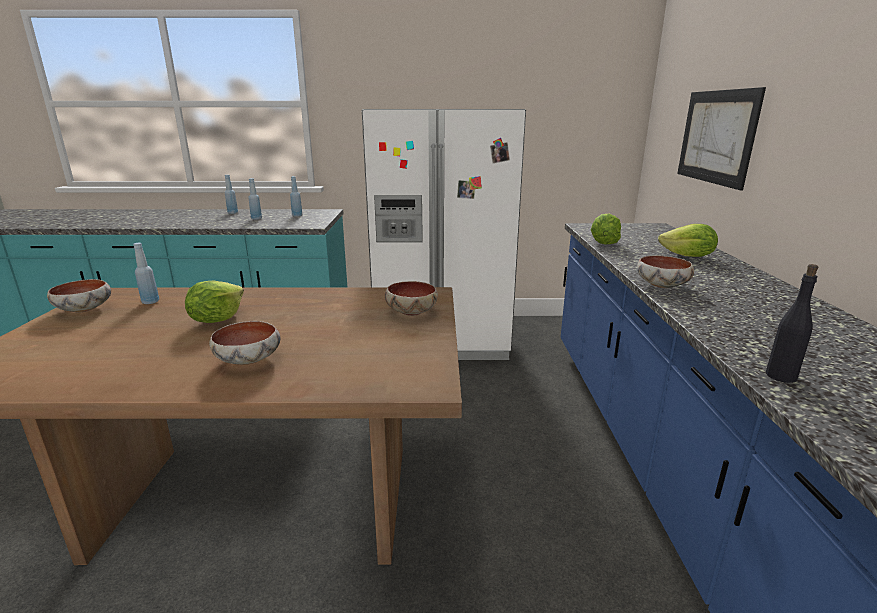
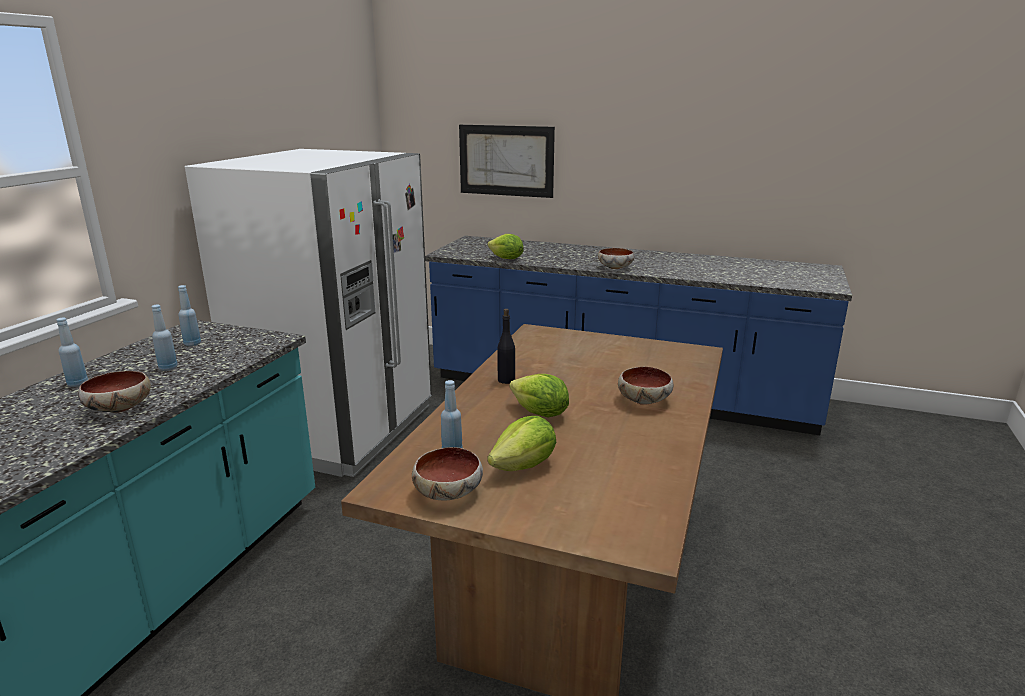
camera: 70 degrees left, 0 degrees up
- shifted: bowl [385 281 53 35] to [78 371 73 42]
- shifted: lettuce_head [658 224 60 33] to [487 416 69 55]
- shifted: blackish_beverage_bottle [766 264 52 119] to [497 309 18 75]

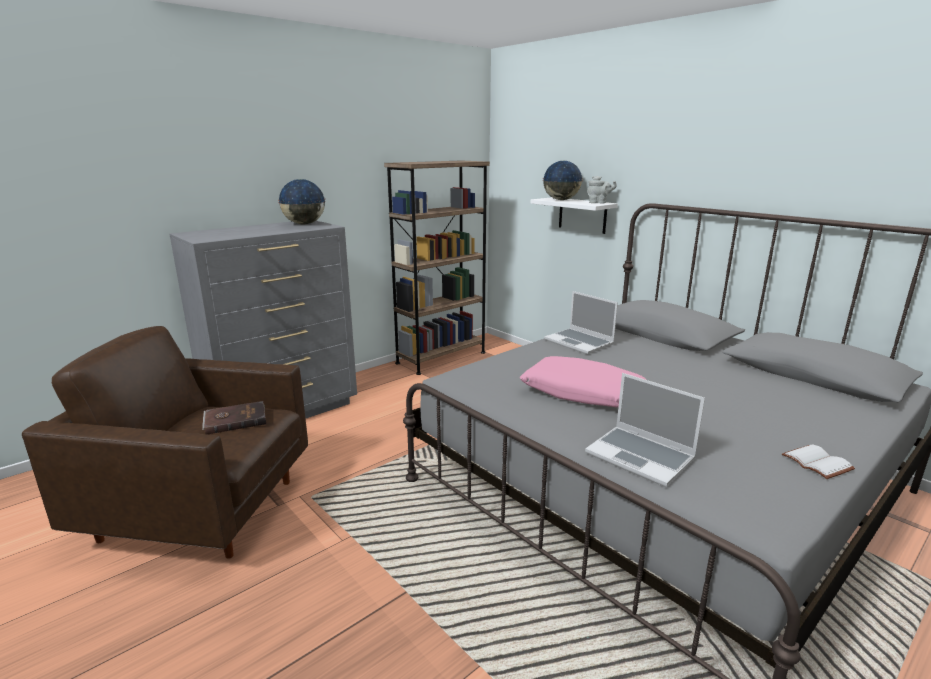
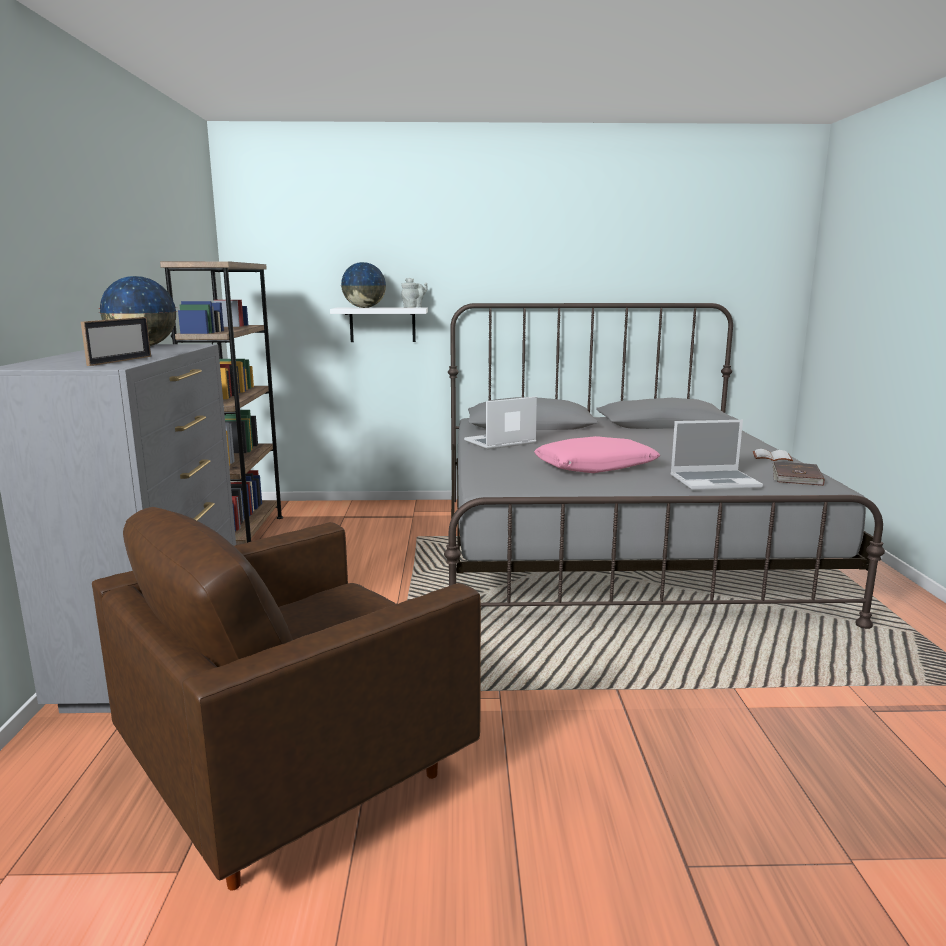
camera: 50 degrees left, 5 degrees down
- new: standing_frame [81 317 70 49]
- rotated: portable_computer [544 291 74 63] = [464 396 73 54] 150 degrees clockwise
- shifted: brown-coloured_book [202 401 64 34] to [773 461 52 25]

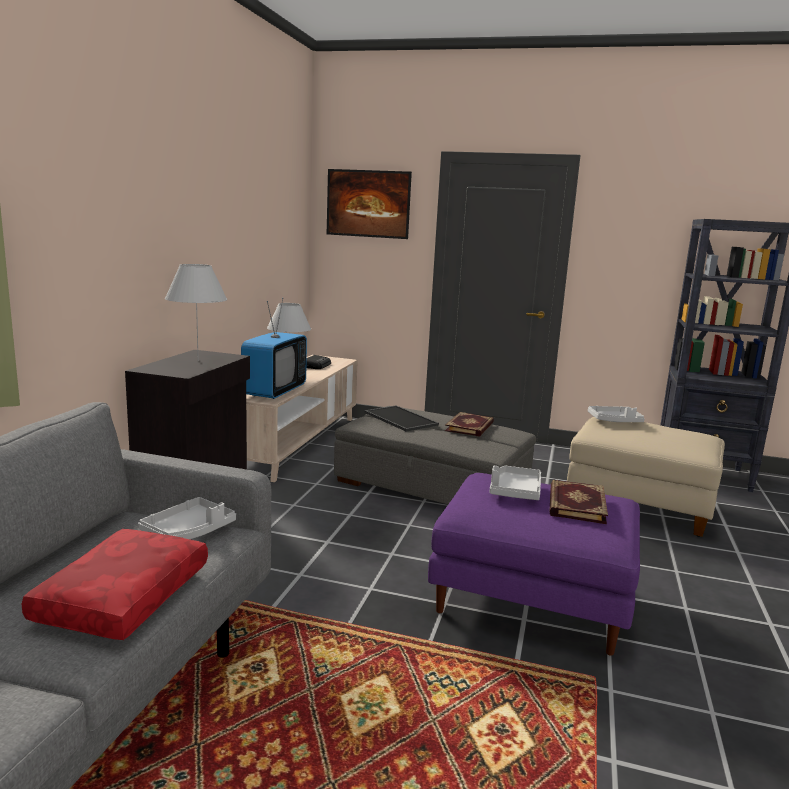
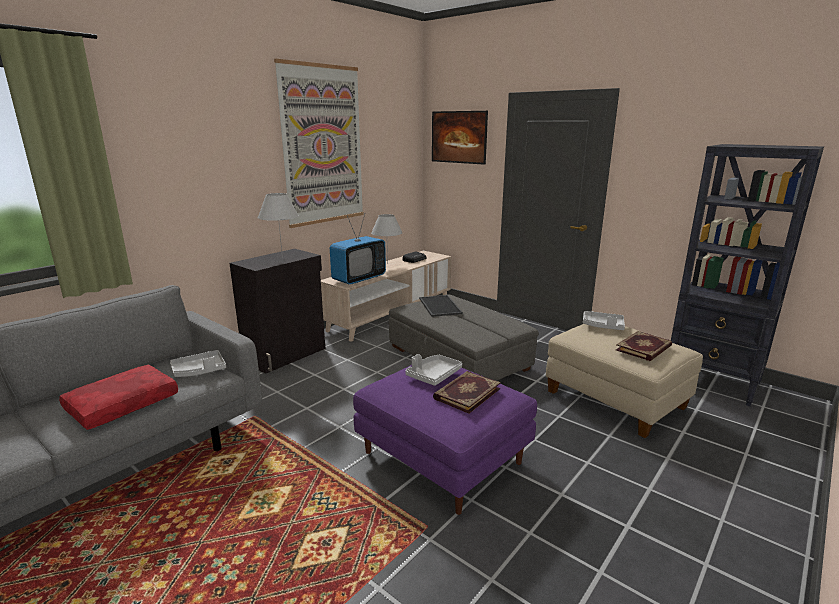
camera: 25 degrees right, 5 degrees up
- new: picture [274 59 89 169]
- shifted: book [445 412 49 24] to [616 331 56 30]

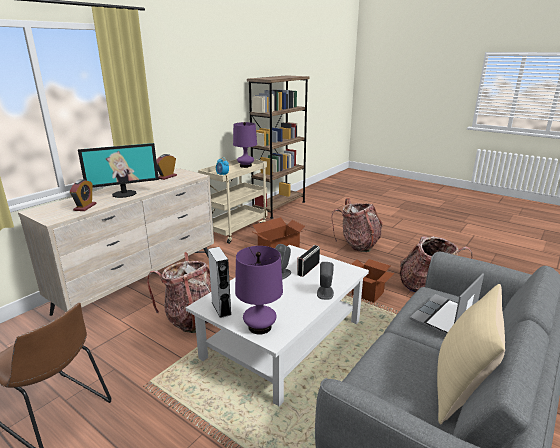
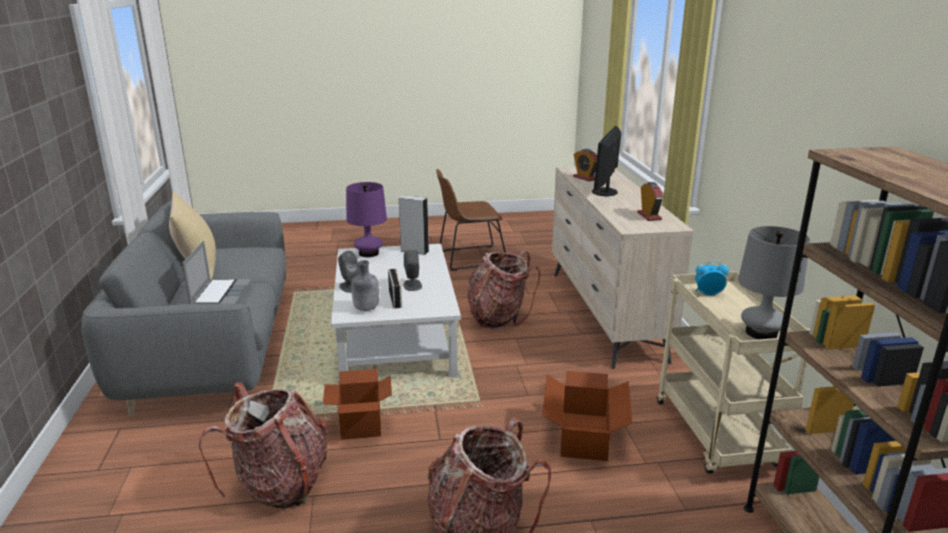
camera: 135 degrees right, 0 degrees up
- new: gray_beverage_bottle [351 260 28 51]
- repainted: purplish_table_lamp [233 122 24 46] to gray_table_lamp [738 226 72 113]

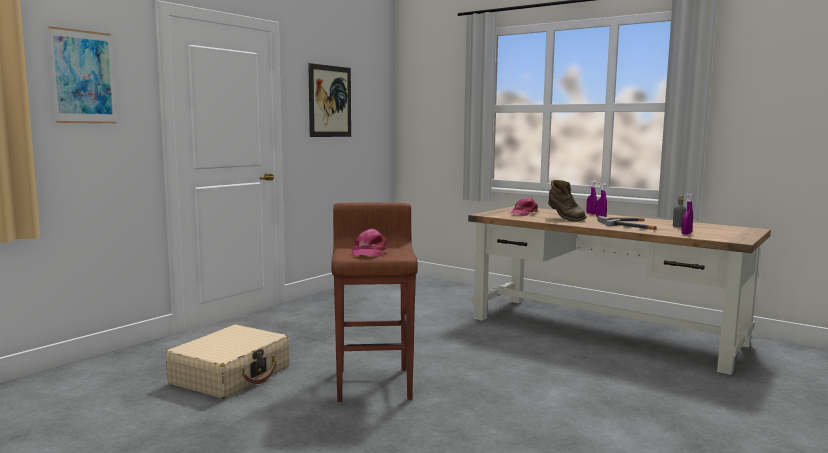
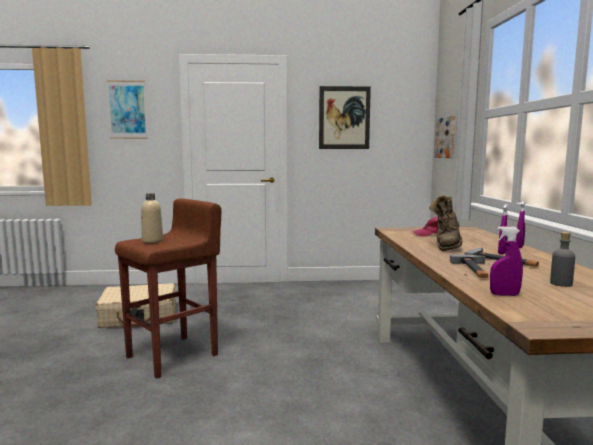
camera: 50 degrees right, 0 degrees up
- swapped: pink_baseball_cap [351 228 37 30] to beige_beverage_bottle [141 193 22 50]
- new: picture [434 116 22 42]

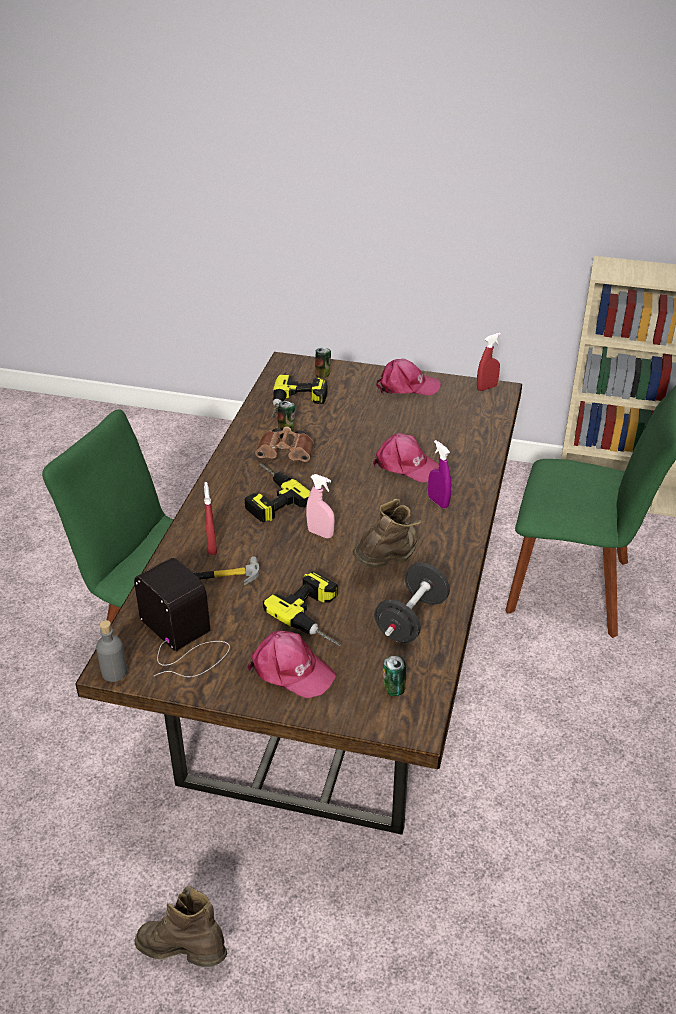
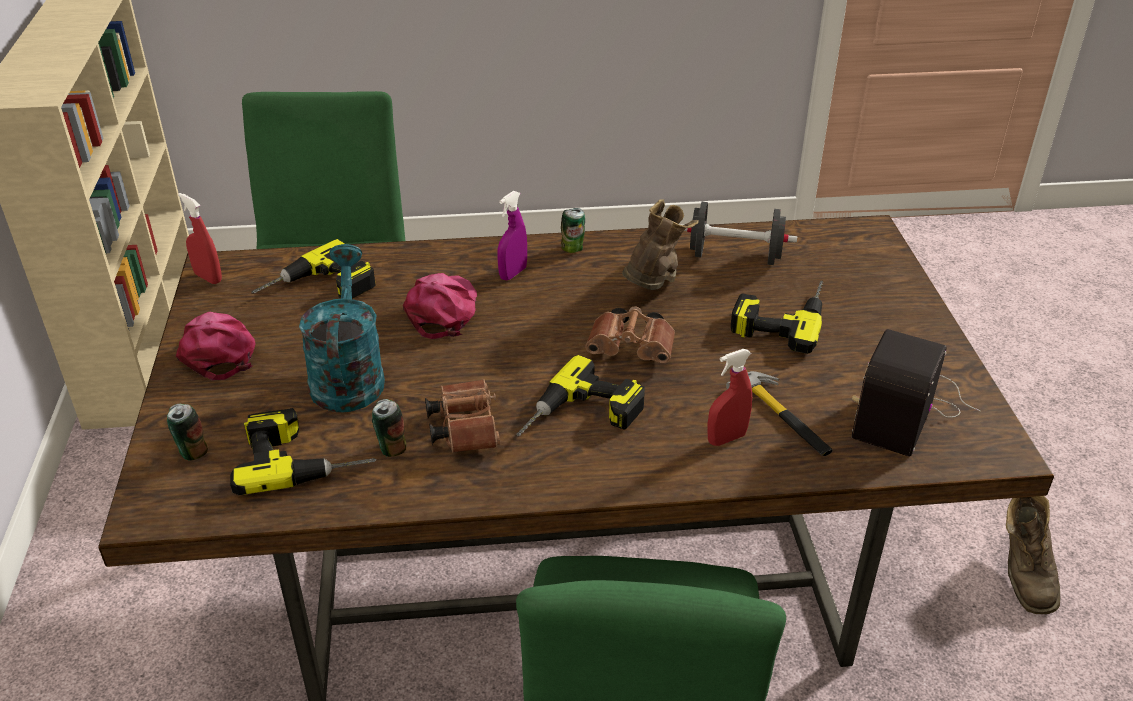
camera: 110 degrees left, 0 degrees up
- new: electric_drill [251 239 125 60]
- new: blue-green_watering_can [299 244 86 169]
- shifted: sealed_can [383 656 23 40] to [561 208 24 45]
- swapped: pink_sprayer [306 474 29 64] to brown-coloured_field_glasses [585 306 90 57]
- rotated: brown-coloured_high-top_boot [353 499 69 69] = [622 199 76 91] 90 degrees clockwise
- gone: gray_beverage_bottle [96 620 31 62]
- gone: pink_baseball_cap [248 631 88 67]

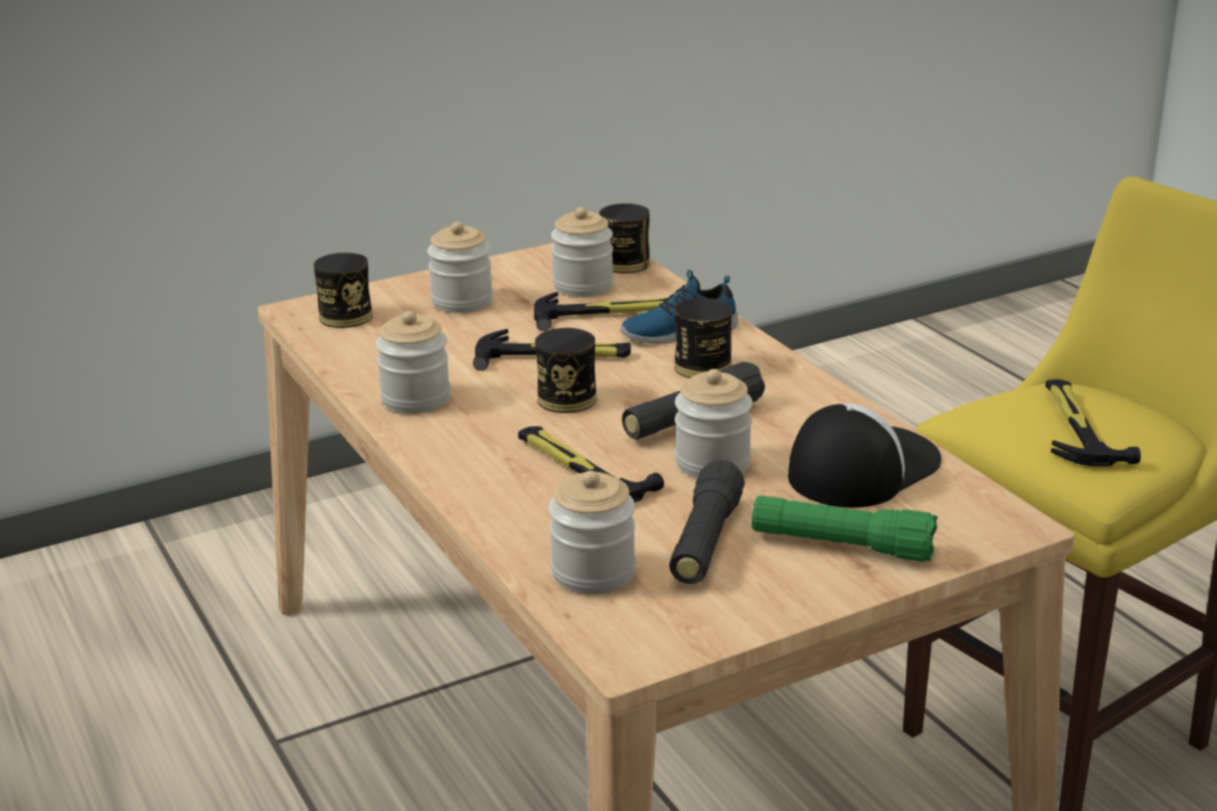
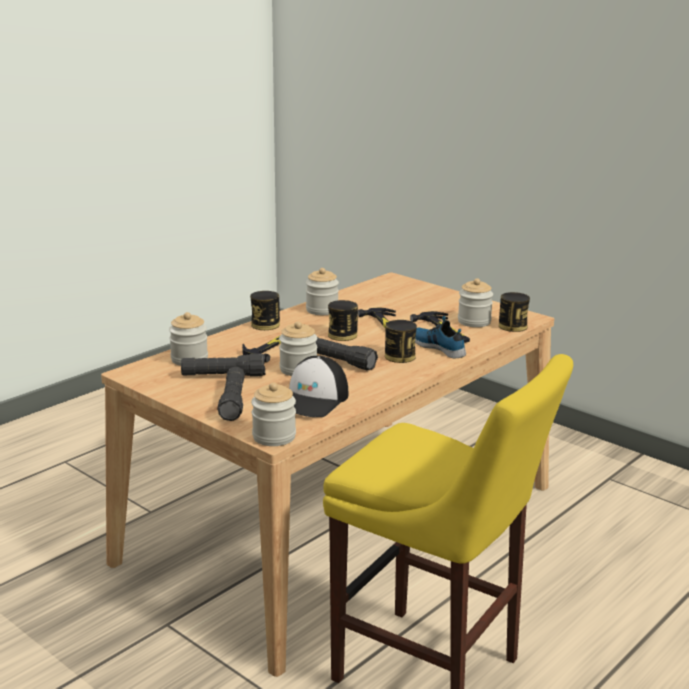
camera: 70 degrees right, 5 degrees down
- repainted: greenish_flashlight [752 495 186 67] to blackish_flashlight [217 367 28 54]
- shifted: sealed_can [314 253 59 75] to [250 291 30 39]
- shifted: storage_jar [427 222 66 91] to [251 382 45 64]
- rotated: baseball_cap [788 404 153 104] = [289 356 59 61] 90 degrees clockwise
- gone: hammer [1045 379 96 87]

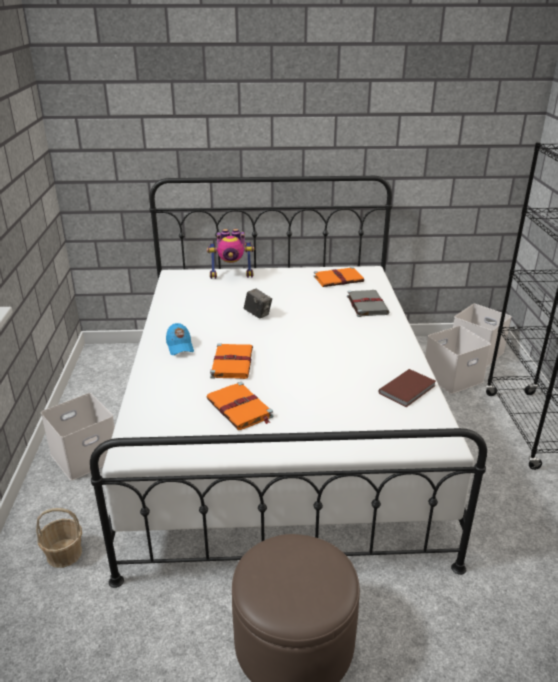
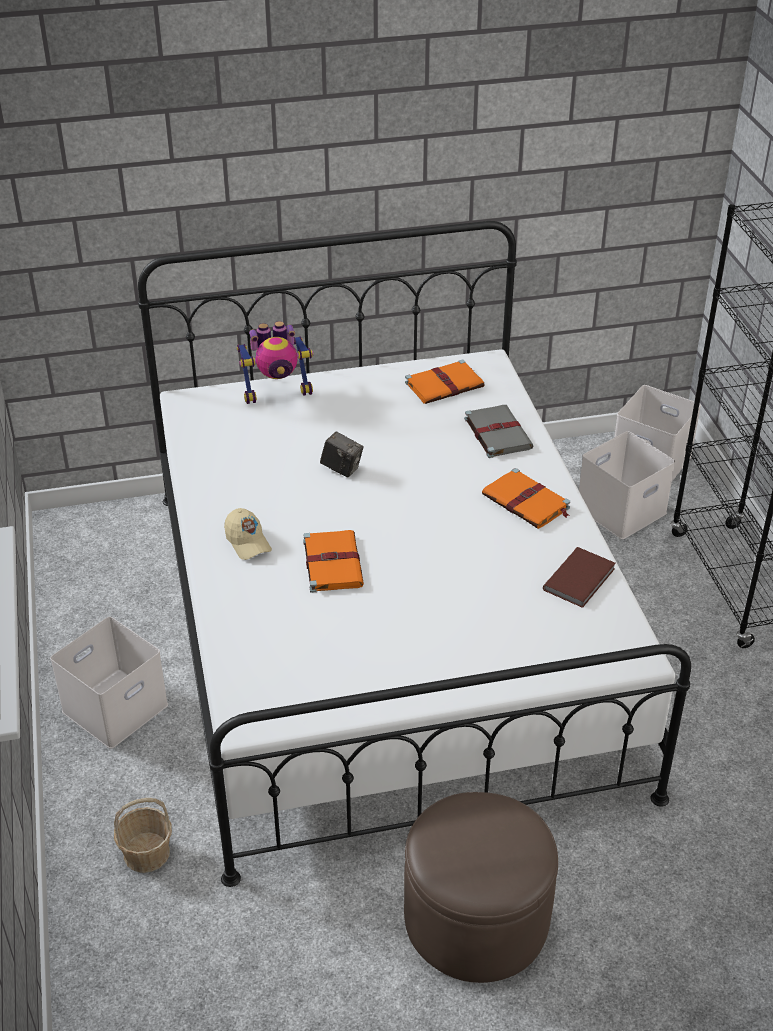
camera: 10 degrees left, 10 degrees up
- repainted: blue_baseball_cap [166 323 28 32] to beige_baseball_cap [224 508 48 52]
- shifted: orangey_book [207 382 67 48] to [482 468 88 61]

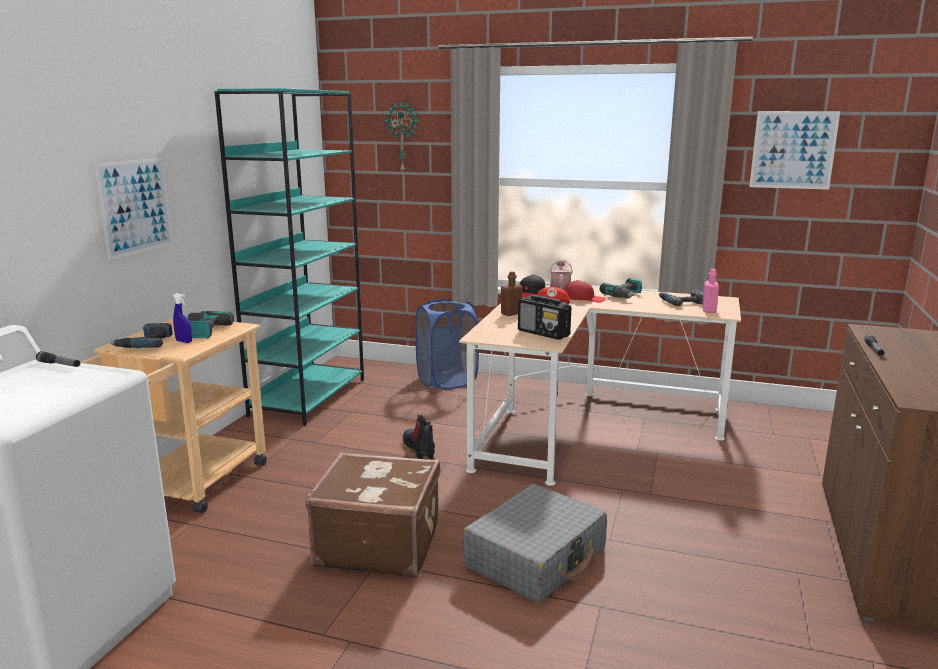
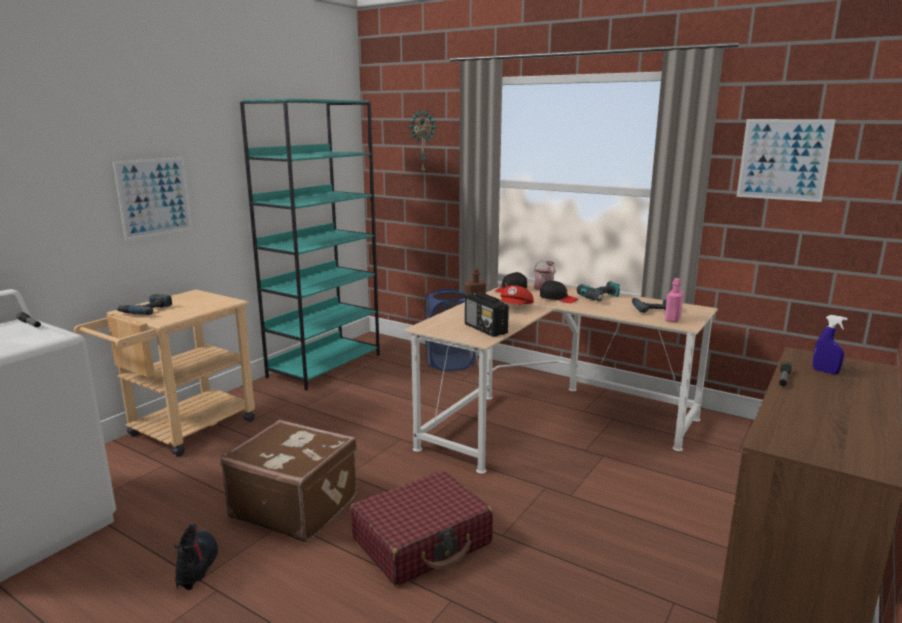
camera: 15 degrees right, 0 degrees up
- shifted: high-top_boot [403 415 32 44] to [174 524 44 66]
- repainted: gray_travel_case [462 484 145 119] to red_travel_case [350 471 143 115]
- repainted: red_baseball_cap [565 280 41 23] to blackish_baseball_cap [540 280 38 23]
- shifted: blue_sprayer [173 293 19 50] to [813 315 34 59]
- gone: electric_drill [186 311 48 27]

